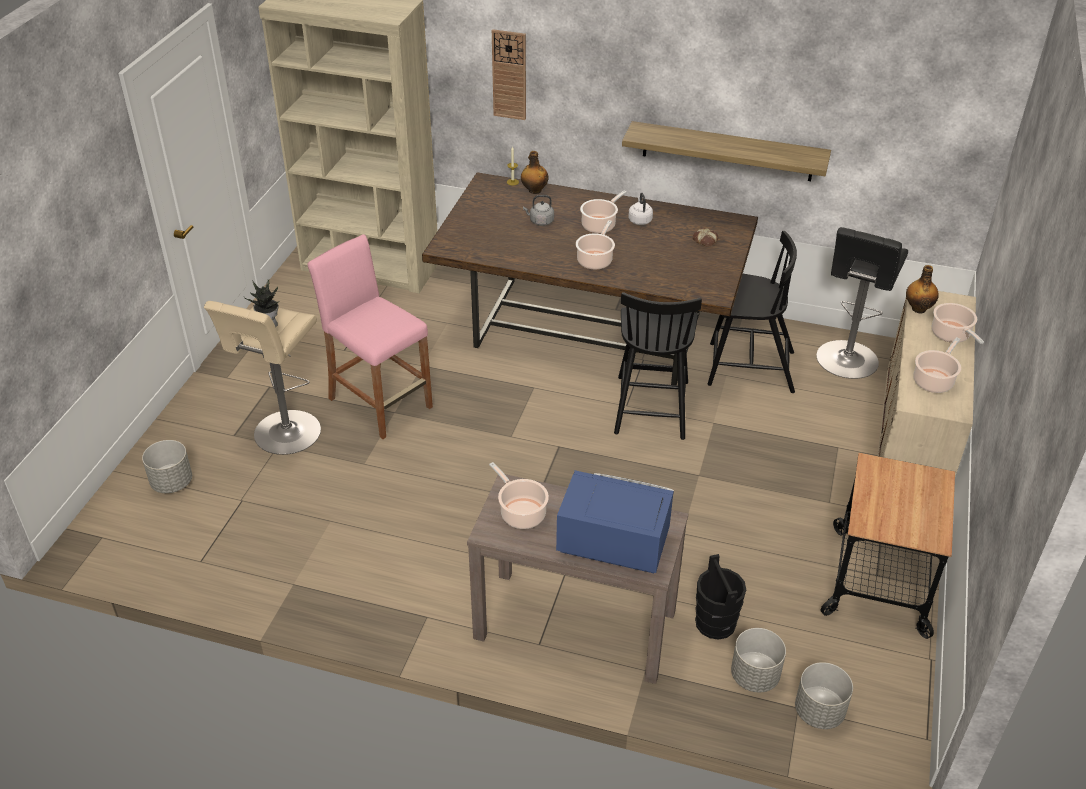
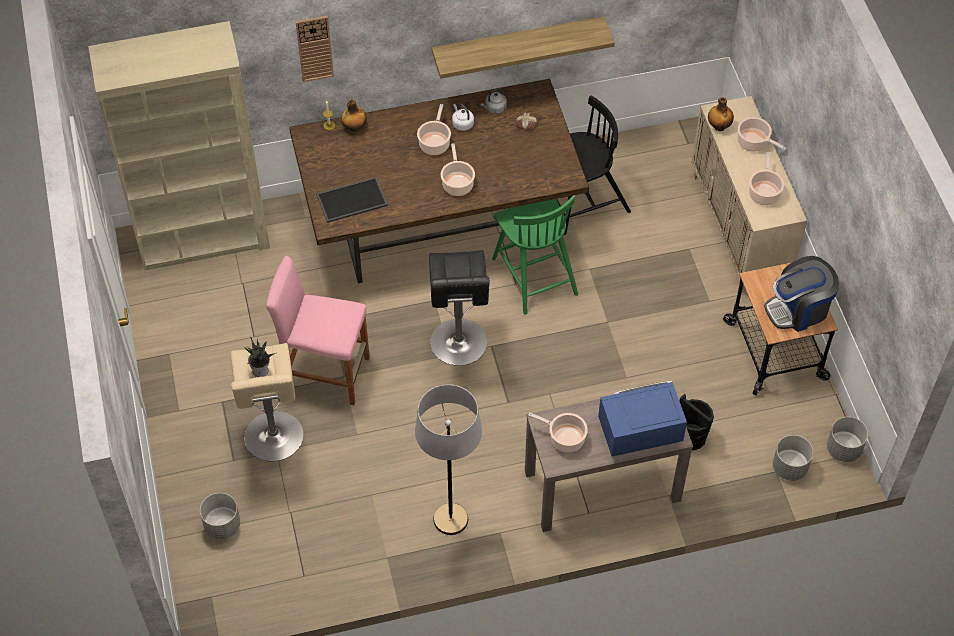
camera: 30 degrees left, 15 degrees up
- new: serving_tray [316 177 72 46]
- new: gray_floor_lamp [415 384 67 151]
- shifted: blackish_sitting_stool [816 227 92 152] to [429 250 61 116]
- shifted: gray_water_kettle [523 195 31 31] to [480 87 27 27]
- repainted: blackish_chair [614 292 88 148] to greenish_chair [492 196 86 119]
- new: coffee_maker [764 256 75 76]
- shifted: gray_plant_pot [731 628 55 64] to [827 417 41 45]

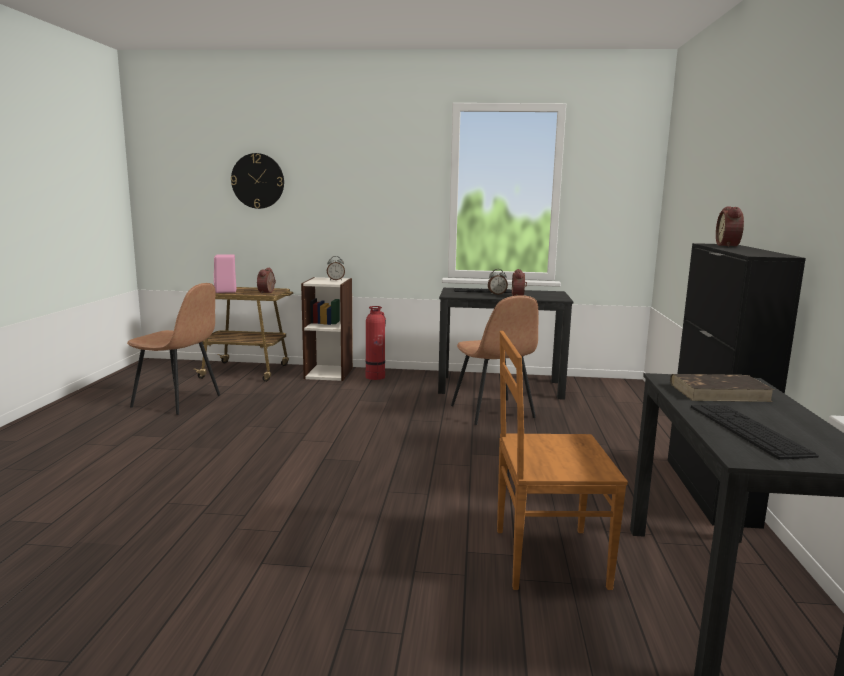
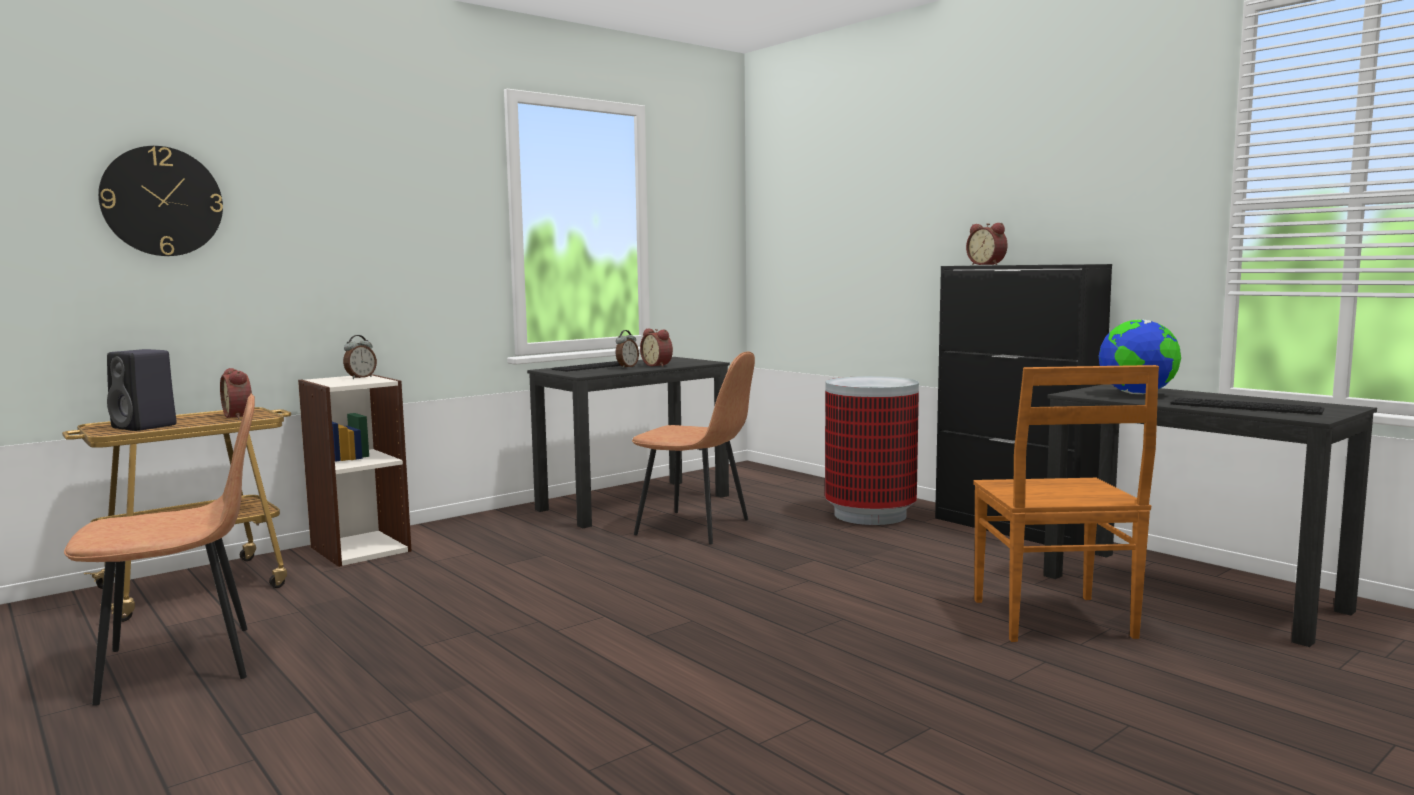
camera: 45 degrees left, 5 degrees down
- repainted: pink_speaker [214 254 23 39] to blackish_speaker [107 349 69 82]
- new: waste_bin [825 376 94 149]
- rotated: brown-coloured_chair [497 331 131 259] = [973 365 186 277] 45 degrees counterclockwise
- swapped: brown-coloured_book [670 374 105 28] to globe [1099 319 82 75]
- gone: extinguisher [365 306 21 74]

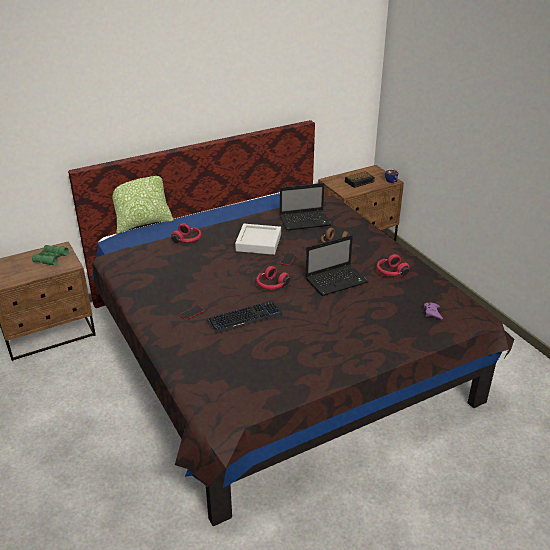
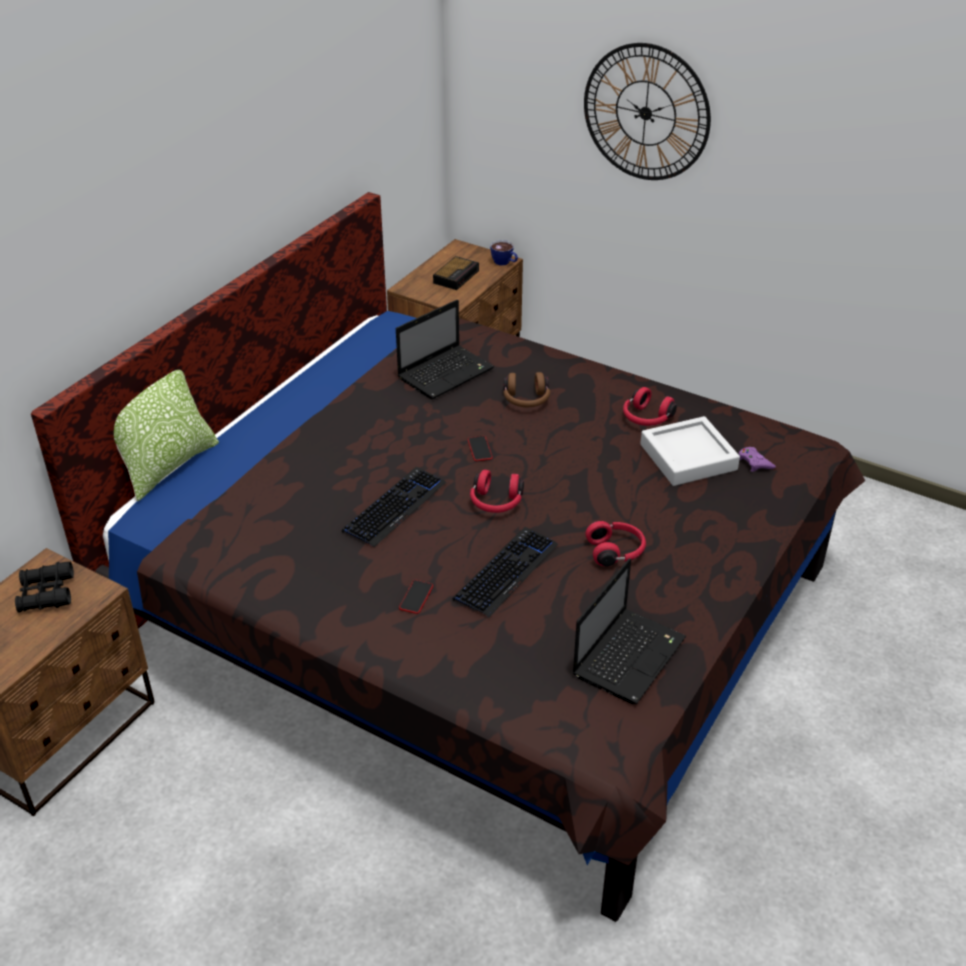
camera: 30 degrees left, 5 degrees up
- repainted: greenish_field_glasses [32 245 37 20] to blackish_field_glasses [15 562 59 50]
- new: keyboard [342 467 104 80]
- shifted: portable_computer [306 235 63 61] to [573 558 113 146]
- new: hanging_clock [584 43 127 137]
- shifted: red_pair_of_headphones [171 223 31 21] to [585 521 61 45]
- shifted: gray_serving_tray [235 224 46 31] to [640 416 100 70]

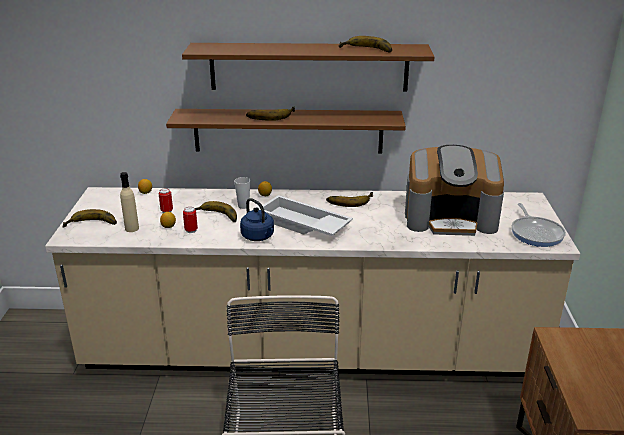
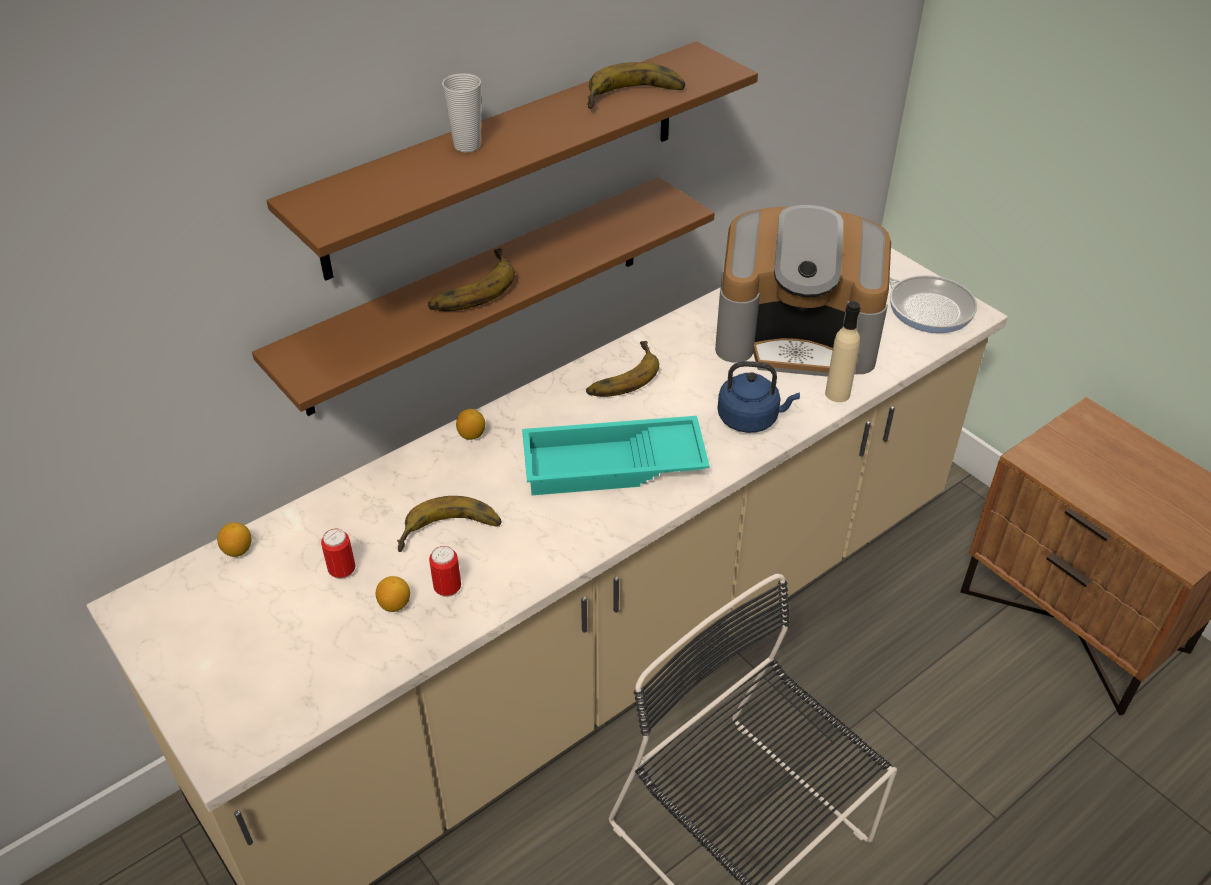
camera: 40 degrees left, 15 degrees up
- shifted: cup [234 177 16 32] to [442 73 39 79]
- repainted: white-coloured_serving_tray [259 195 94 41] to blue-green_serving_tray [522 416 188 79]
- rotated: coffee_maker [405 145 99 91] = [715 205 176 172] 45 degrees clockwise
- shifted: blue_water_kettle [240 198 34 43] to [717 361 83 72]
- shifted: beige_beverage_bottle [120 172 19 60] to [825 301 35 101]
- gone: banana_fruit [62 209 55 19]

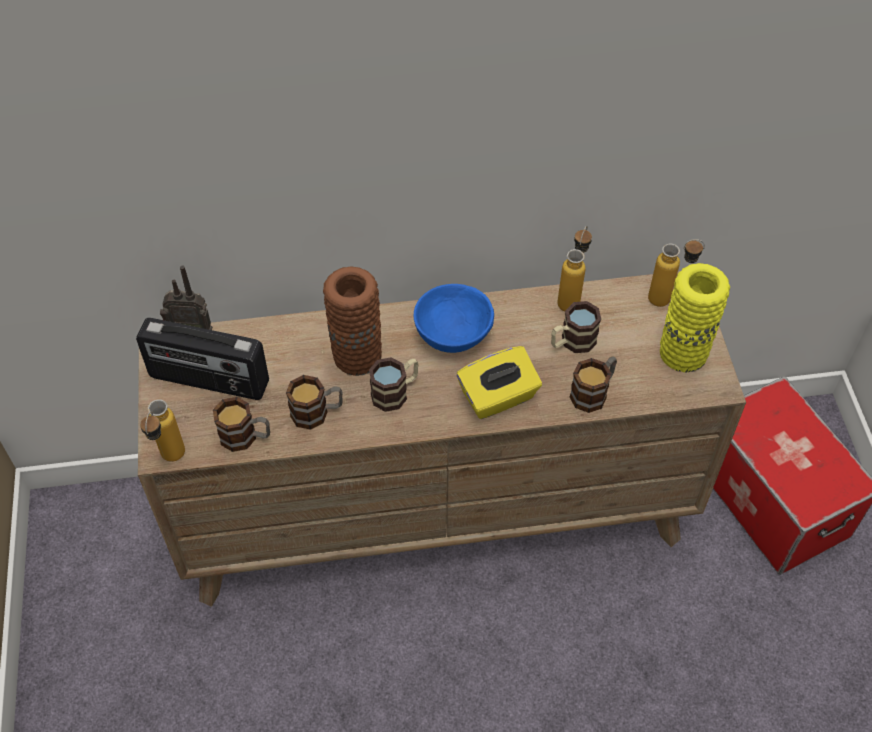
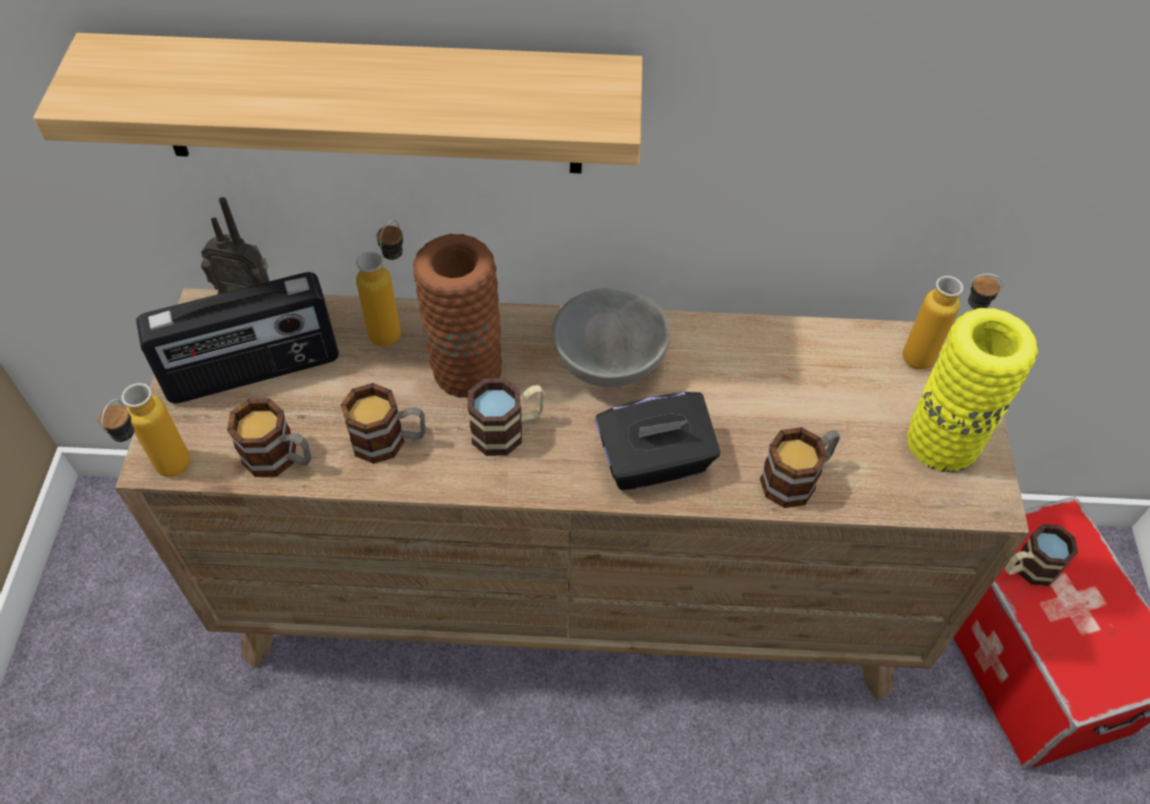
camera: 10 degrees right, 0 degrees up
- new: wall_shelf [33 33 610 141]
- rotated: radio [136 318 133 82] = [136 272 203 132] 45 degrees counterclockwise
- shifted: beverage_bottle [557 226 35 86] to [356 220 47 126]
- repainted: blue_bowl [414 284 80 69] to gray_bowl [552 288 119 99]
- repainted: yellow-coloured_tissue_holder [457 346 85 73] to blackish_tissue_holder [595 392 125 99]
- shifted: mug [551 301 50 52] to [1005 524 73 62]

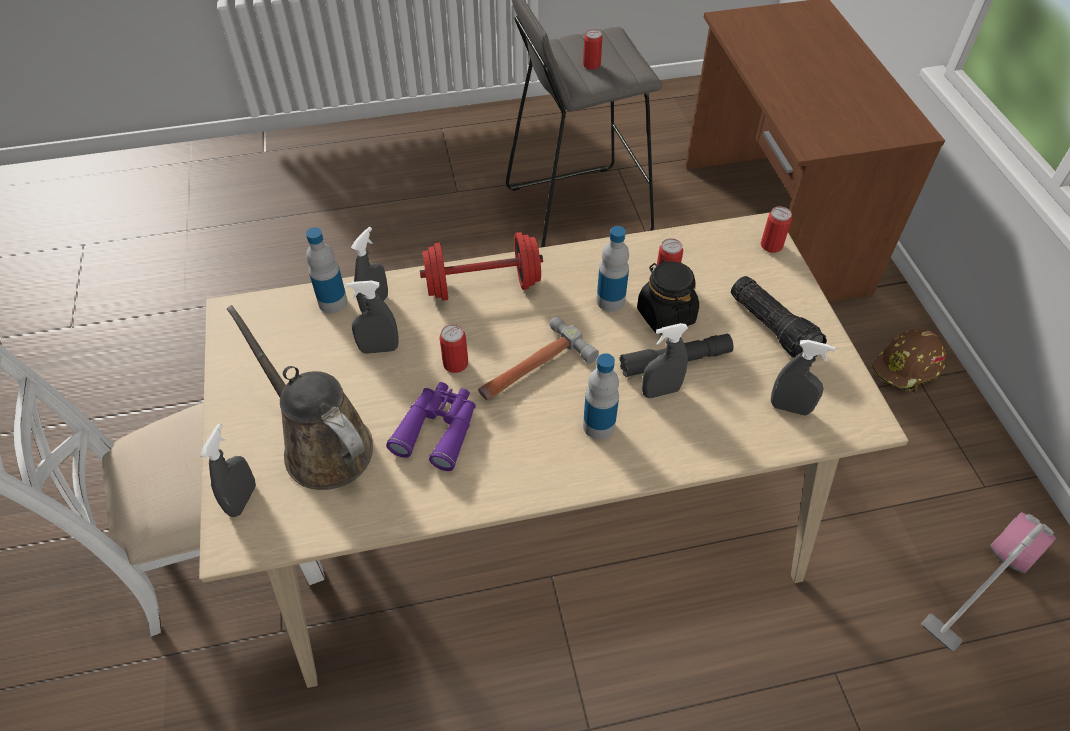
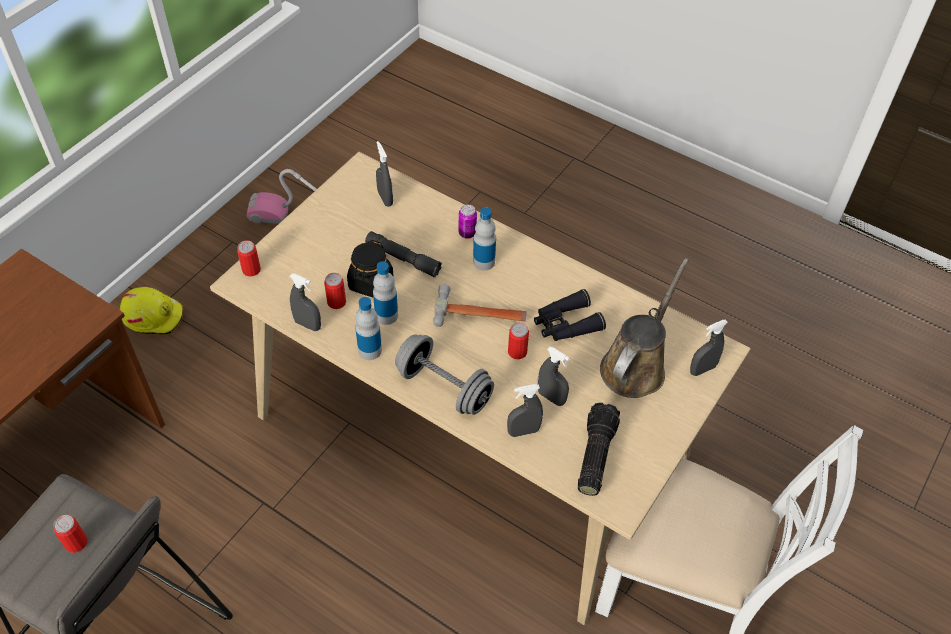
camera: 135 degrees left, 0 degrees up
- repainted: brown-coloured_hard_hat [872 329 74 64] to yellow-coloured_hard_hat [120 287 63 48]
- shifted: gray_sprayer [642 323 46 75] to [290 273 31 58]
- shifted: beverage_bottle [306 227 42 86] to [355 297 27 63]
- repainted: red_free_weight [420 232 123 69] to gray_free_weight [395 334 99 81]
- new: sealed_can [459 205 18 34]
- repainted: purplish_field_glasses [386 382 90 89] to blackish_field_glasses [534 289 72 52]
- shifted: flashlight [731 276 96 82] to [578 403 42 93]
- rotated: brown-coloured_watering_can [227 305 146 185] = [600 258 89 140] 150 degrees counterclockwise

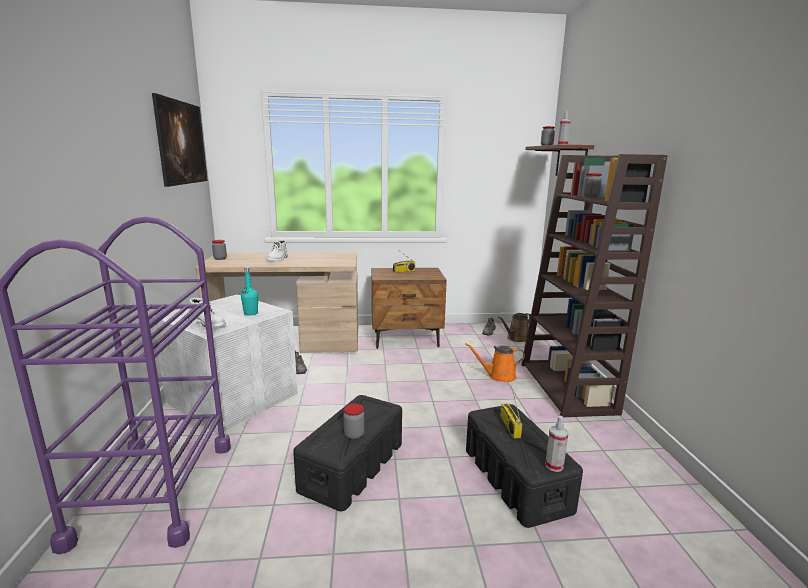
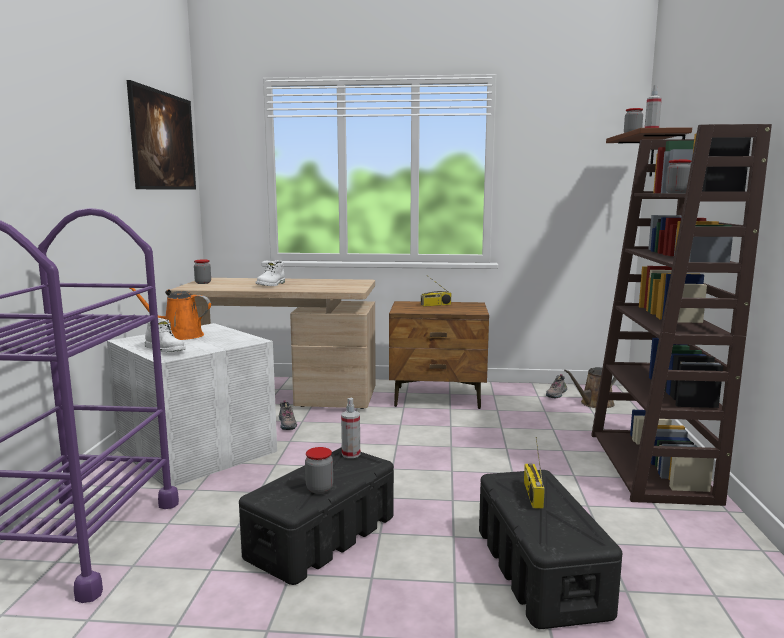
camera: 10 degrees right, 5 degrees down
- shifted: orangey_watering_can [465 343 60 39] to [130 288 81 52]
- shifted: sprayer [545 416 23 56] to [341 398 19 60]
- gone: blue-green_beverage_bottle [241 267 17 49]

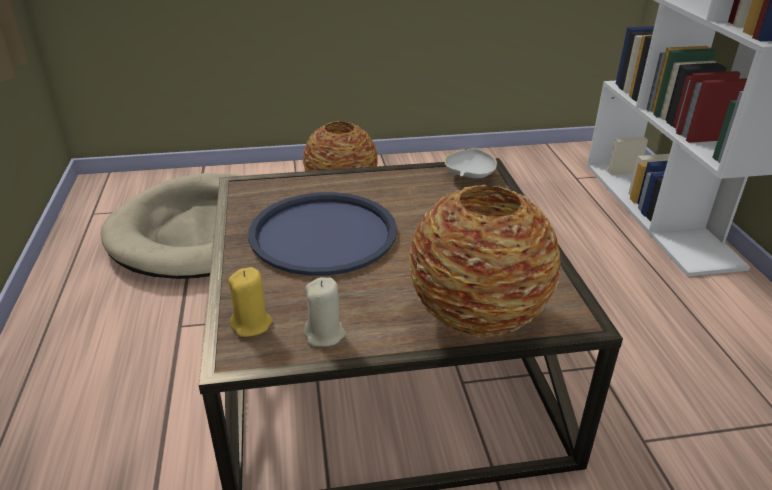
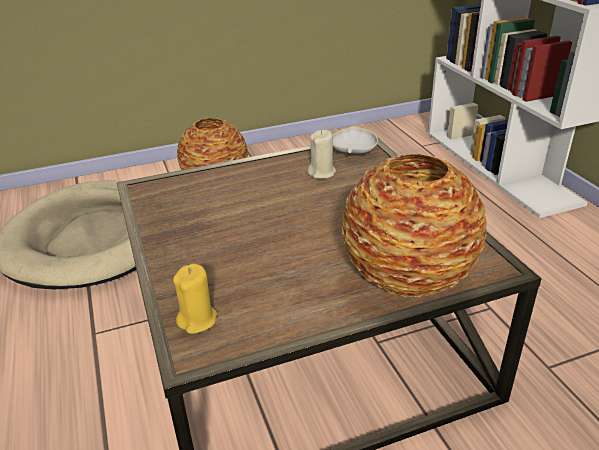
camera: 10 degrees left, 0 degrees up
- shifted: beige_candle [304 277 42 70] to [307 130 29 49]
- gone: blue_serving_tray [248 192 149 84]

